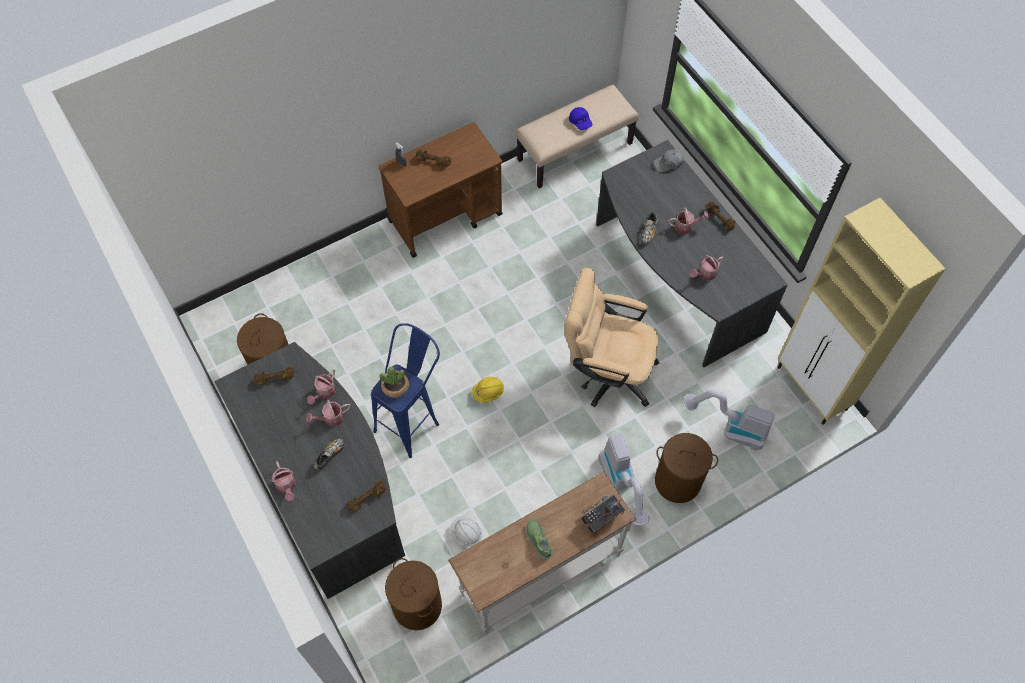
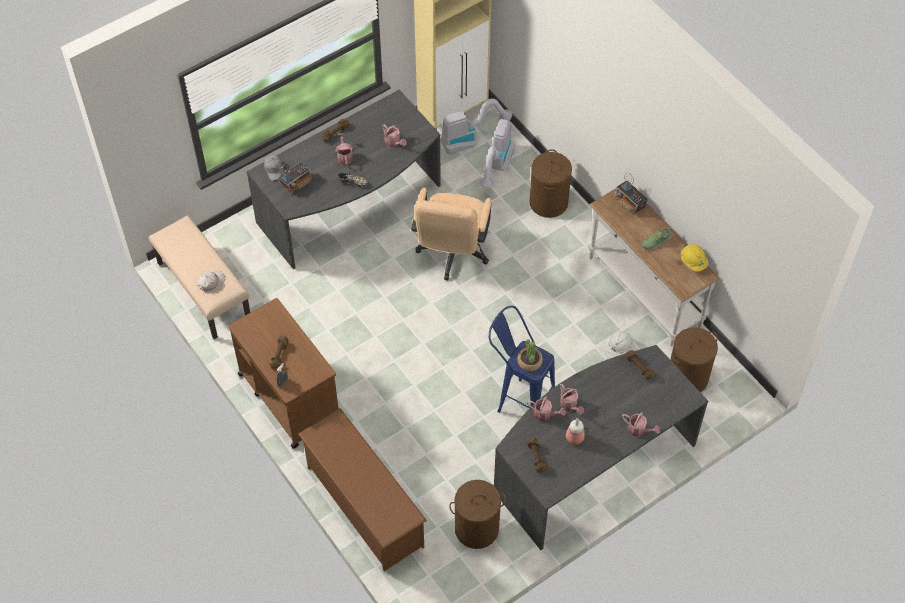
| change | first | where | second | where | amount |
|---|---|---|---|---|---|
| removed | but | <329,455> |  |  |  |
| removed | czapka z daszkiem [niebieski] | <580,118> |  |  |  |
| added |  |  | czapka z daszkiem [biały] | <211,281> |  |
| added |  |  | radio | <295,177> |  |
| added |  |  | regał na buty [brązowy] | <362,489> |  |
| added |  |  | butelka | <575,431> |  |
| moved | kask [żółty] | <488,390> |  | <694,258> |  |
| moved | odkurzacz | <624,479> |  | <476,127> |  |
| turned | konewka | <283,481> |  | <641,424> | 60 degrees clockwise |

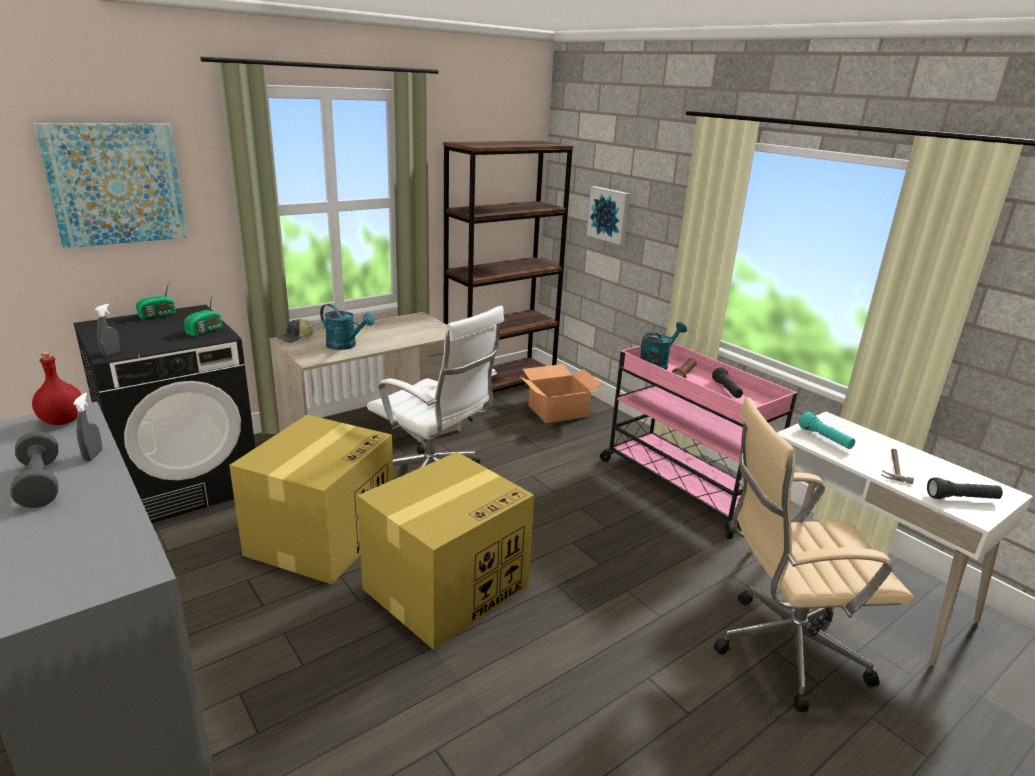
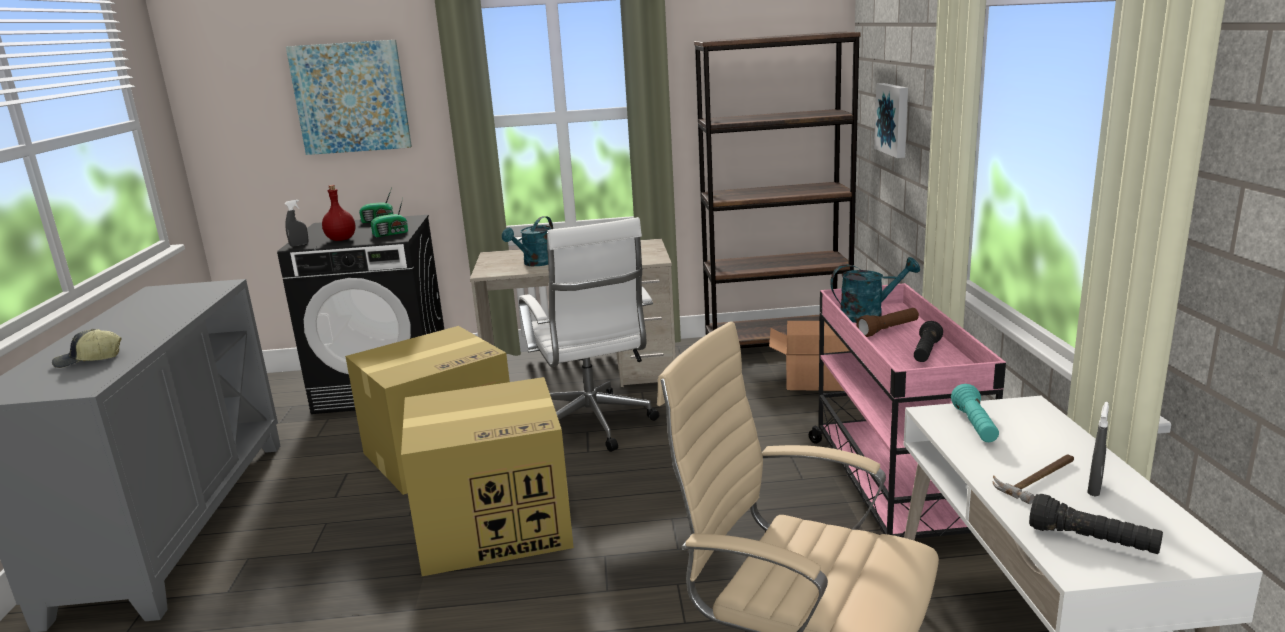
| change | first | where | second | where | amount |
|---|---|---|---|---|---|
| removed | hantel [szary] | <34,469> |  |  |  |
| moved | butelka [czerwony] | <57,388> |  | <339,213> |  |
| moved | spryskiwacz [szary] | <87,427> |  | <1098,449> |  |
| moved | czapka z daszkiem | <295,331> |  | <86,348> |  |
| turned | konewka [turkusowy] | <347,327> |  | <527,241> | 60 degrees clockwise |

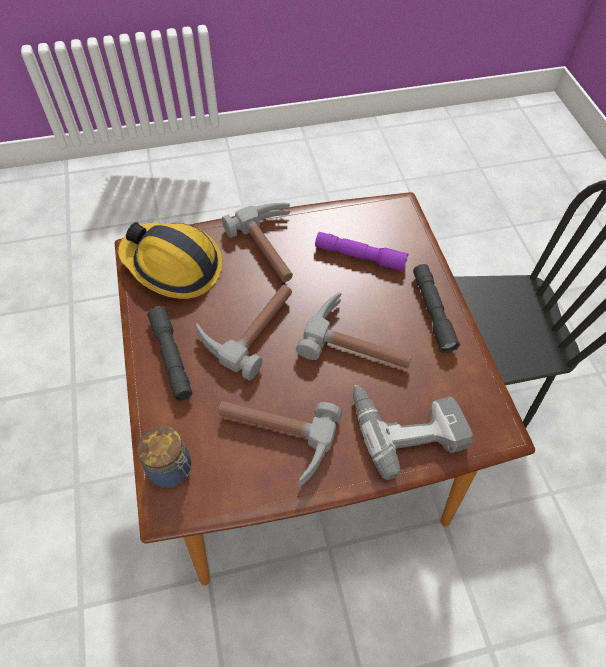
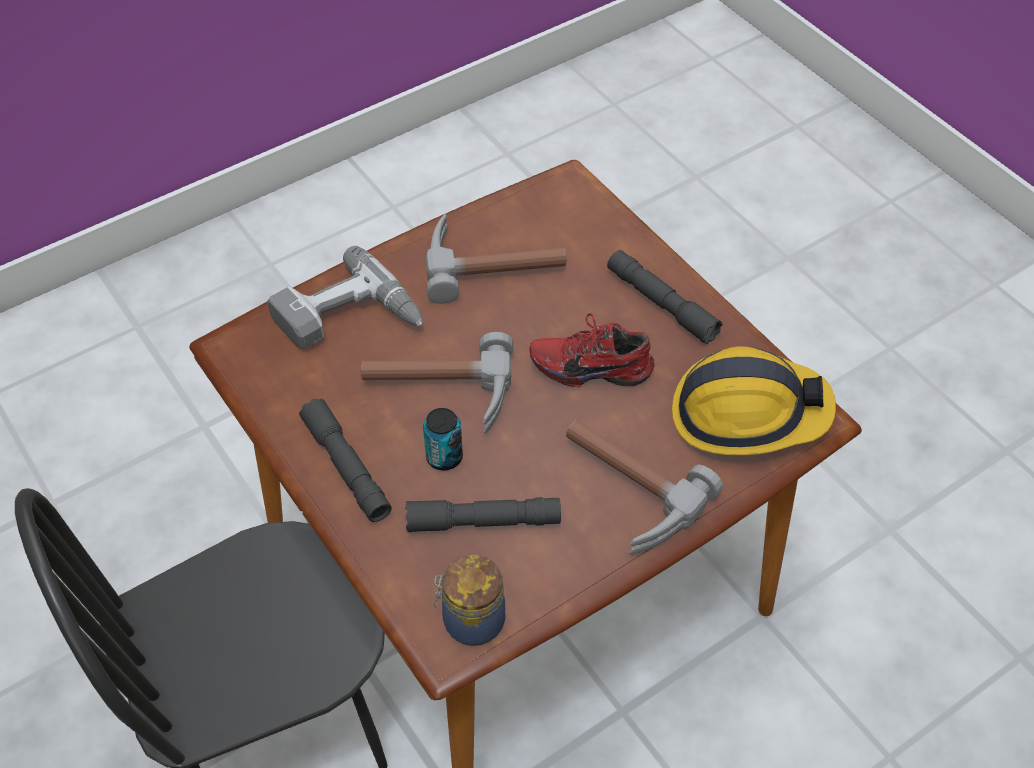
| change | first | where | second | where | amount |
|---|---|---|---|---|---|
| added |  |  | puszka | <443,439> |  |
| moved | słoik | <164,457> |  | <469,600> |  |
| replaced | młotek | <243,332> | but [czerwony] | <592,350> |  |
| recoloured | latarka [fioletowy] | <362,251> | latarka [szary] | <483,514> |  |

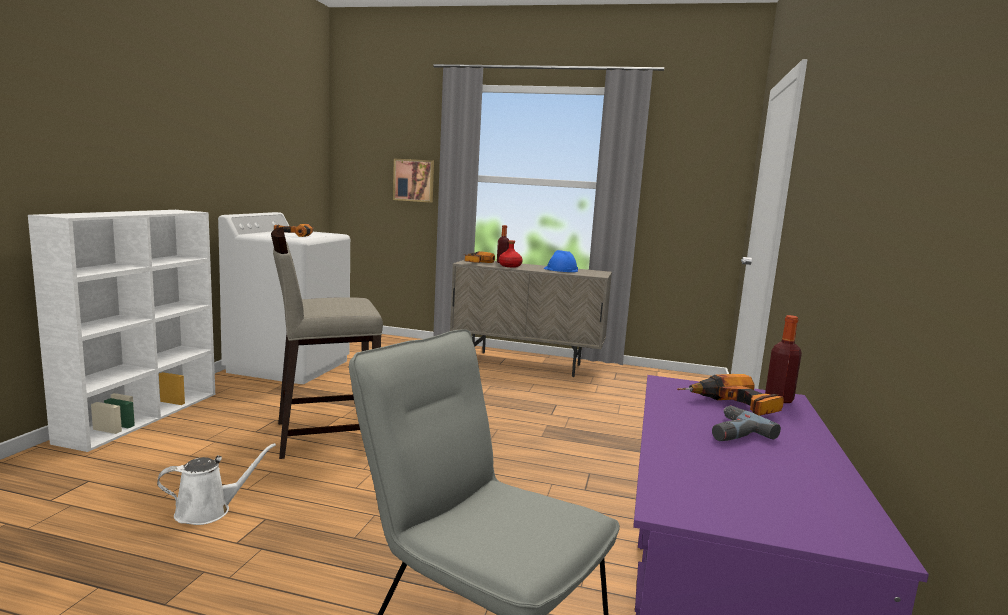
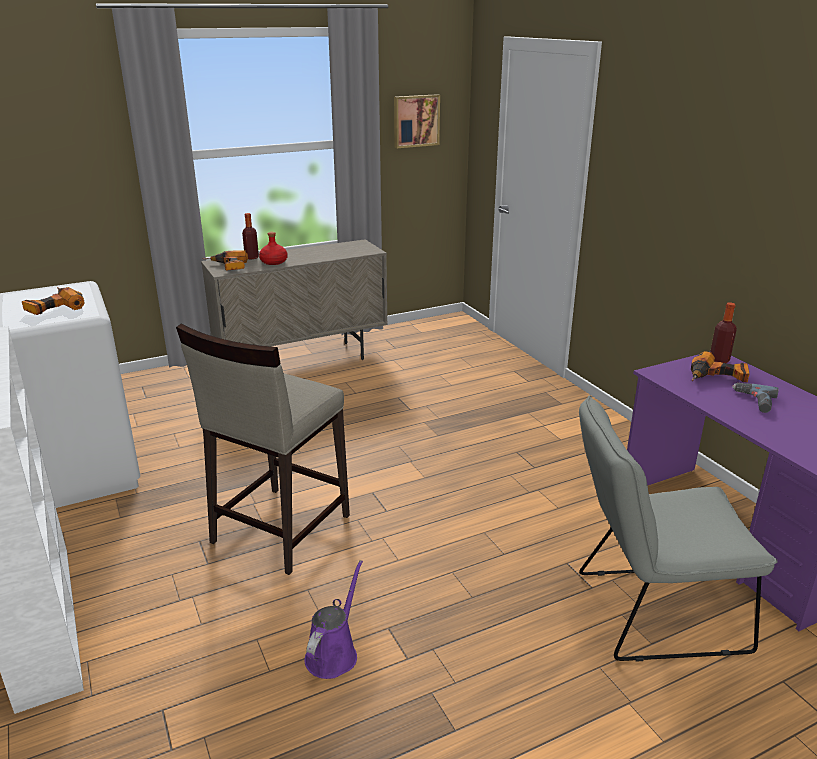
| change | first | where | second | where | amount |
|---|---|---|---|---|---|
| removed | kask [niebieski] | <561,261> |  |  |  |
| moved | obraz | <413,181> |  | <417,121> |  |
| recoloured | konewka [biały] | <216,484> | konewka [fioletowy] | <333,619> |  |

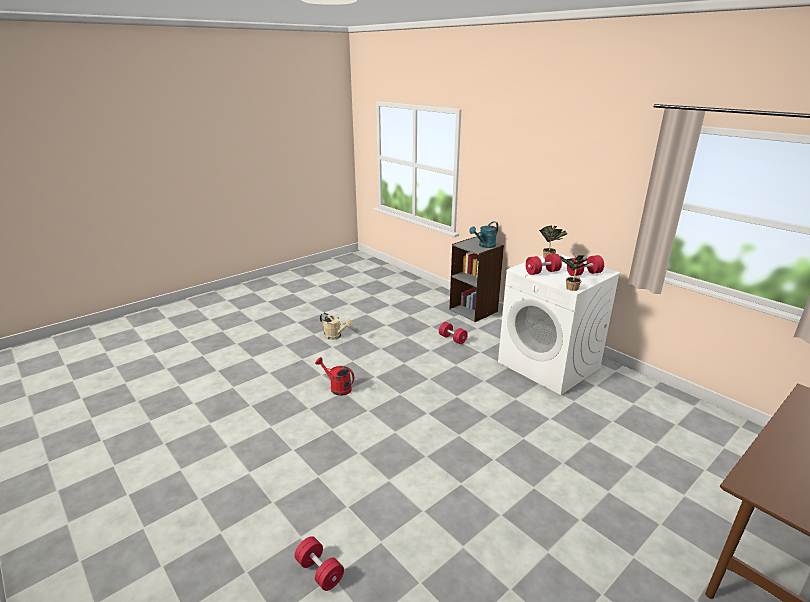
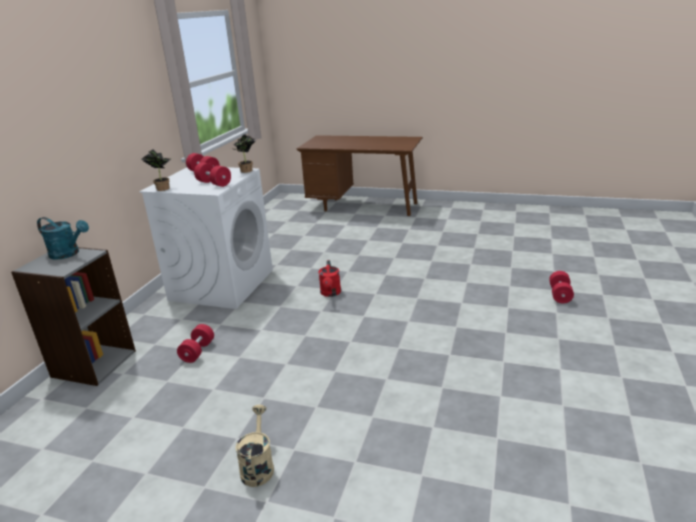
| change | first | where | second | where | amount |
|---|---|---|---|---|---|
| moved | konewka [czerwony] | <334,376> |  | <330,278> |  |

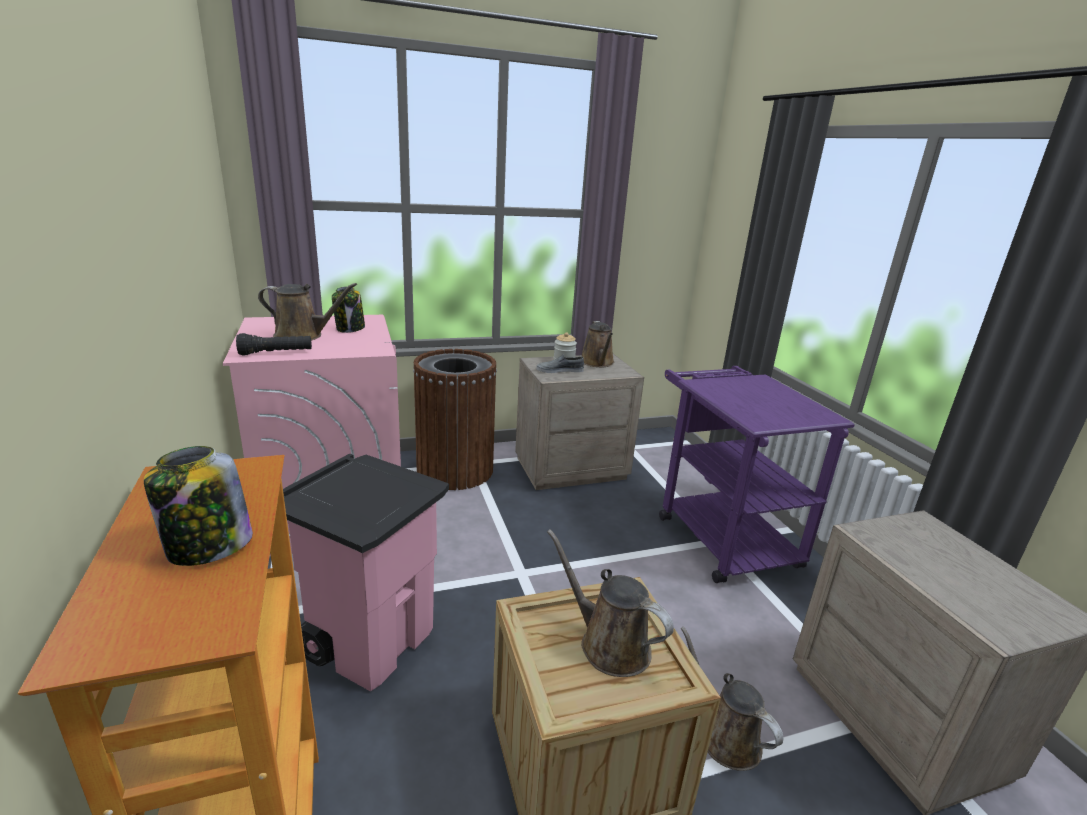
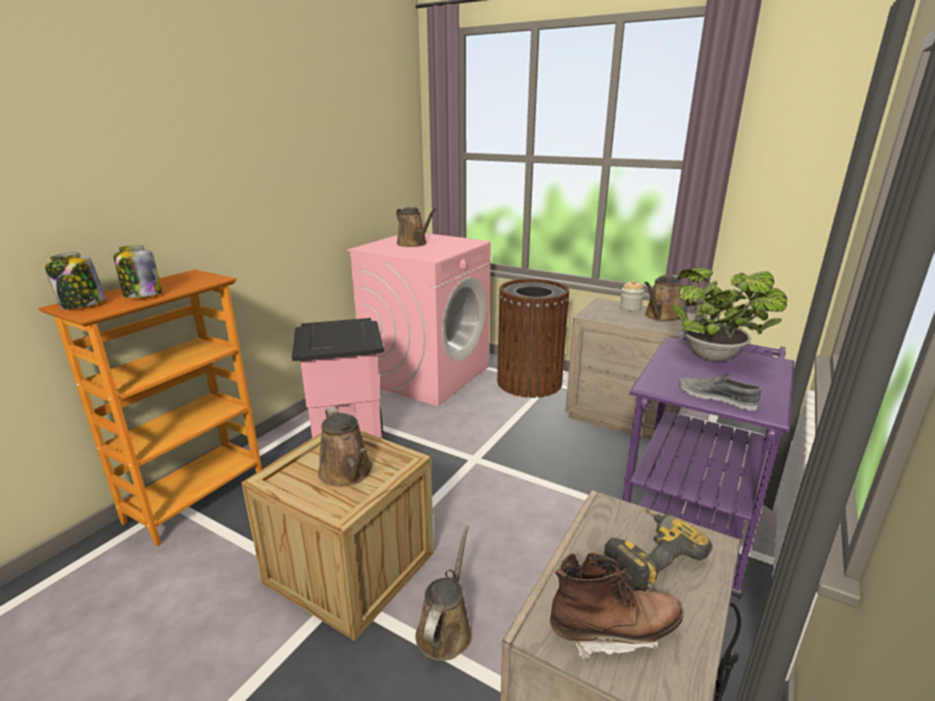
| change | first | where | second | where | amount |
|---|---|---|---|---|---|
| removed | latarka [czarny] | <274,344> |  |  |  |
| added |  |  | but z cholewką [brązowy] | <617,606> |  |
| added |  |  | wiertarka | <658,550> |  |
| added |  |  | roślina doniczkowa | <729,314> |  |
| moved | słoik | <348,309> |  | <75,280> |  |
| moved | but [szary] | <560,363> |  | <720,392> |  |
| turned | konewka [brązowy] | <610,603> |  | <345,447> | 150 degrees clockwise |

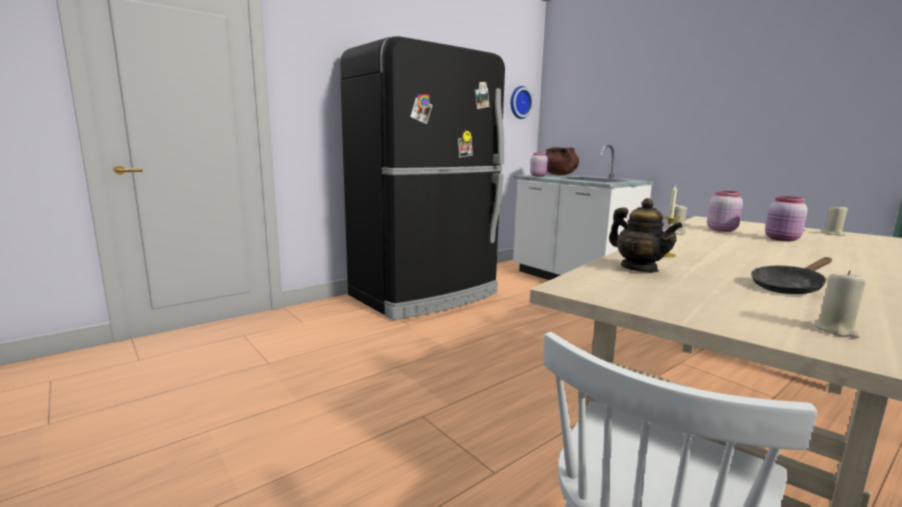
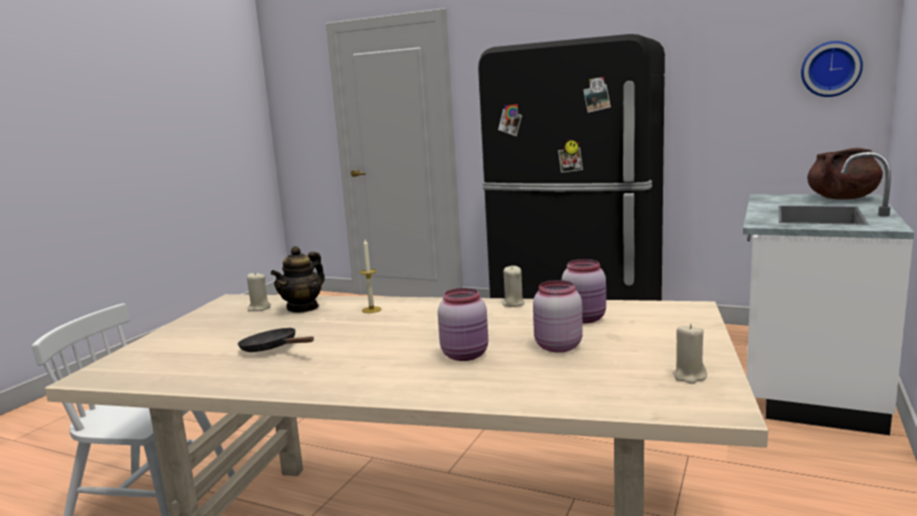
| change | first | where | second | where | amount |
|---|---|---|---|---|---|
| moved | słoik [różowy] | <539,164> |  | <463,324> |  |
| moved | świeca [beżowy] | <840,304> |  | <259,292> |  |

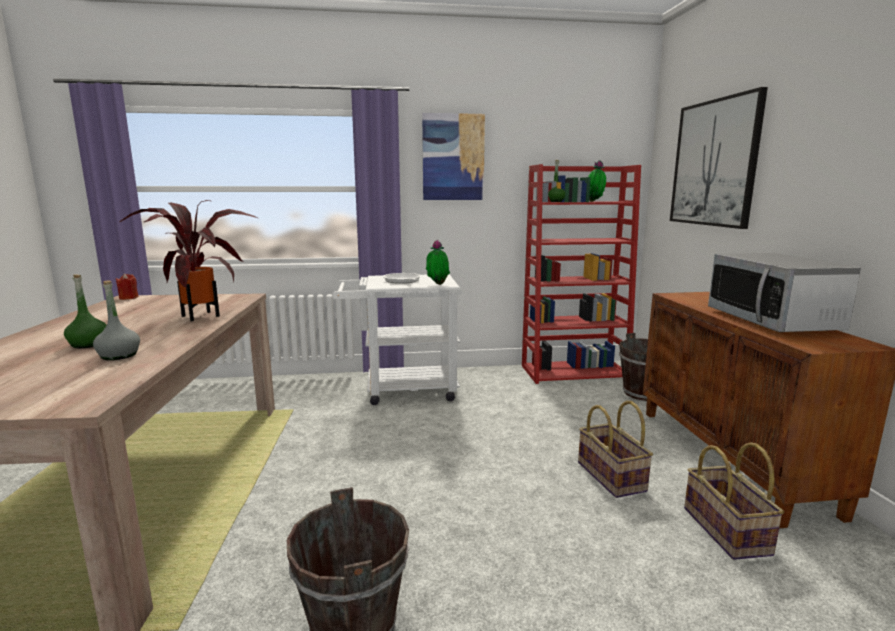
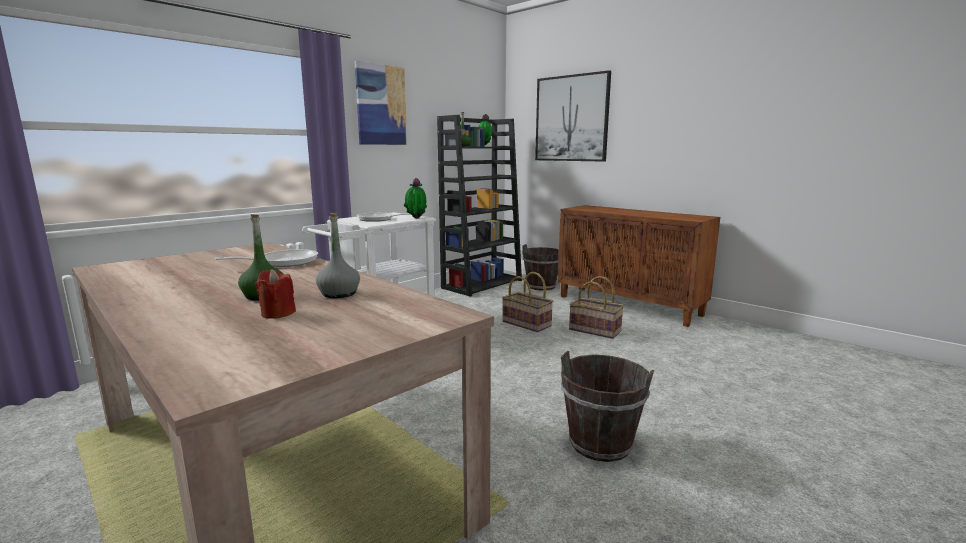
| change | first | where | second | where | amount |
|---|---|---|---|---|---|
| removed | mikrofalówka | <784,292> |  |  |  |
| moved | świeca [czerwony] | <127,287> |  | <275,294> |  |
| moved | koszyk | <734,501> |  | <527,302> |  |
| replaced | roślina doniczkowa | <189,260> | patelnia | <266,258> |  |
| recoloured | regał [czerwony] | <581,274> | regał [czarny] | <479,206> |  |

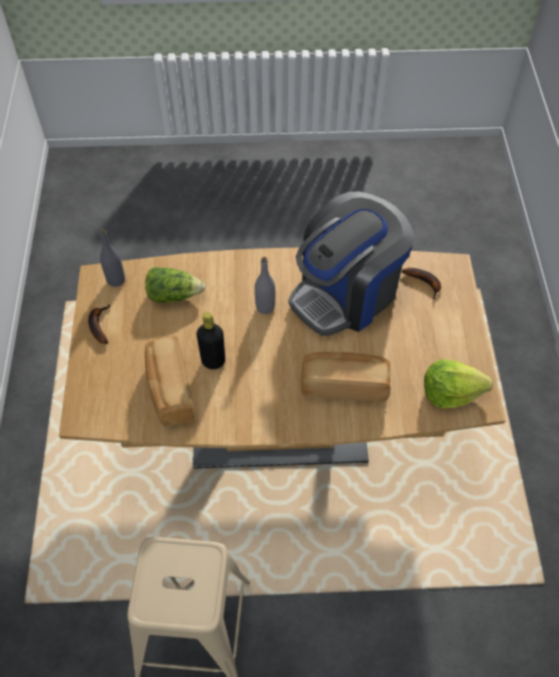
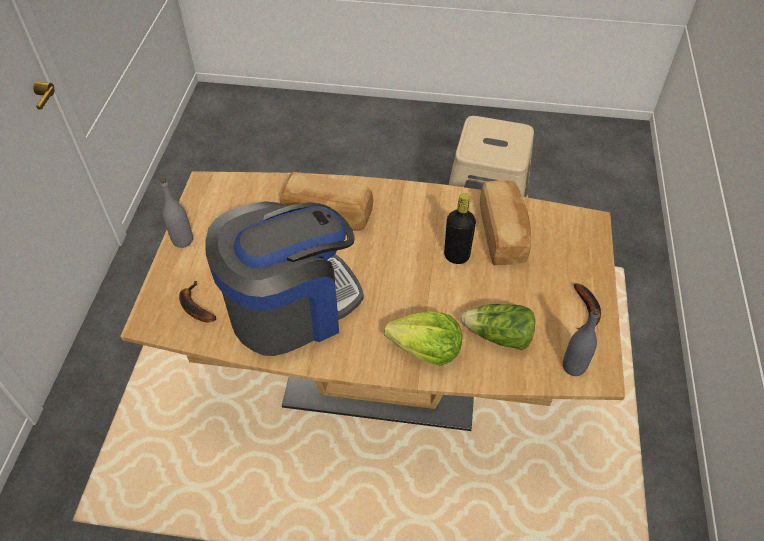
| change | first | where | second | where | amount |
|---|---|---|---|---|---|
| moved | butelka [szary] | <265,285> |  | <176,213> |  |
| moved | sałata | <458,383> |  | <423,338> |  |

